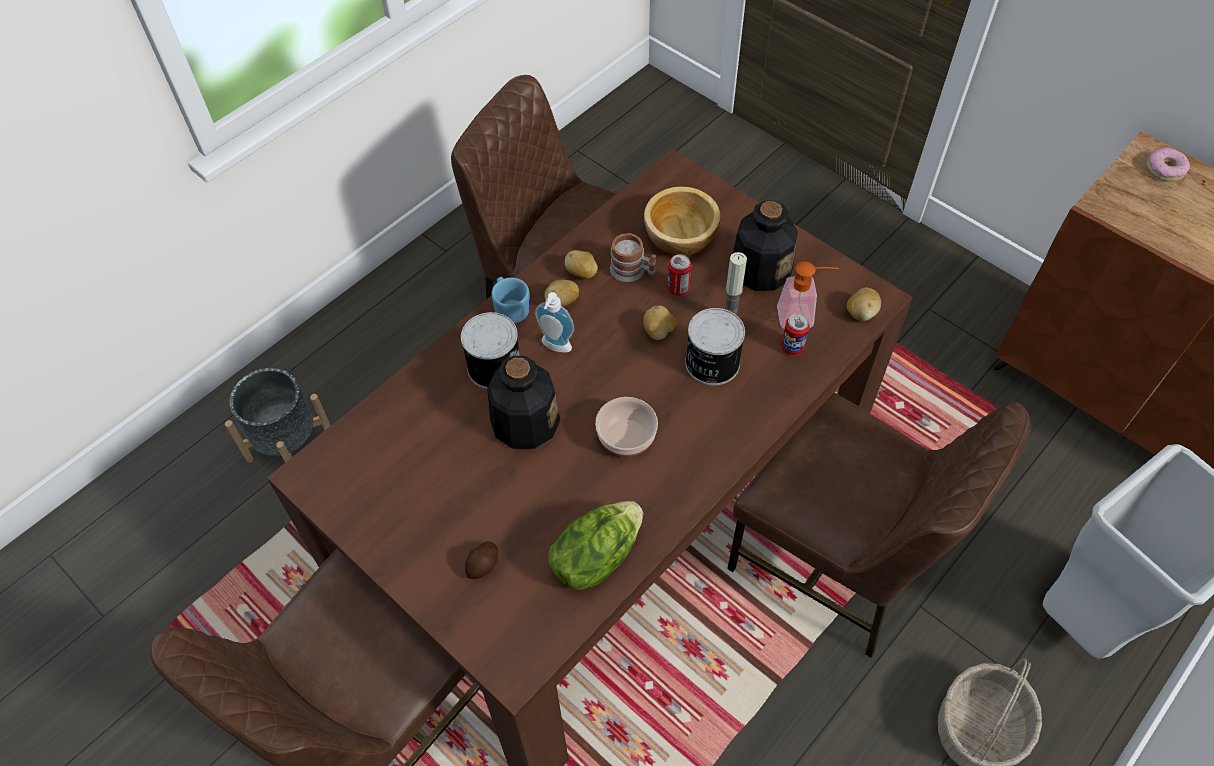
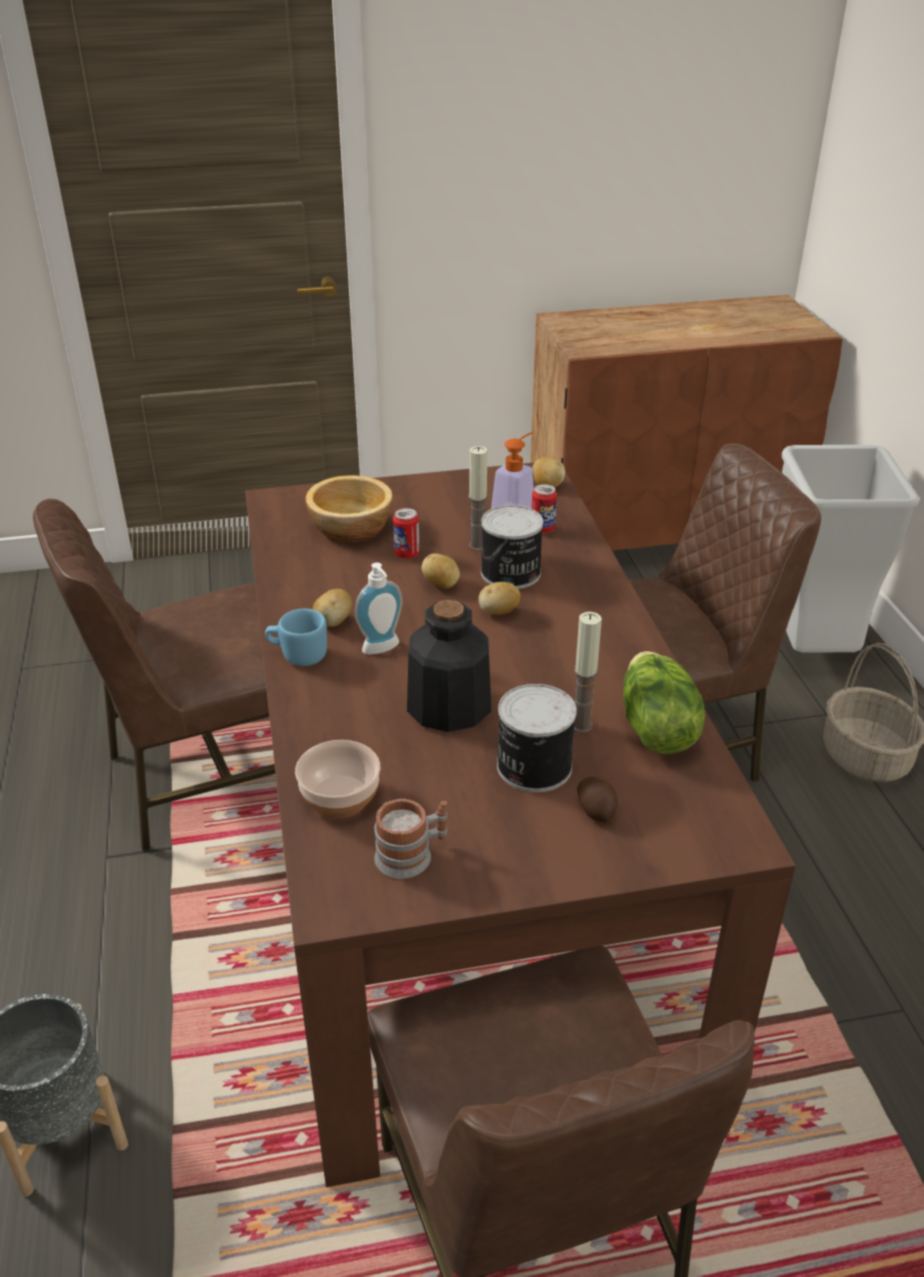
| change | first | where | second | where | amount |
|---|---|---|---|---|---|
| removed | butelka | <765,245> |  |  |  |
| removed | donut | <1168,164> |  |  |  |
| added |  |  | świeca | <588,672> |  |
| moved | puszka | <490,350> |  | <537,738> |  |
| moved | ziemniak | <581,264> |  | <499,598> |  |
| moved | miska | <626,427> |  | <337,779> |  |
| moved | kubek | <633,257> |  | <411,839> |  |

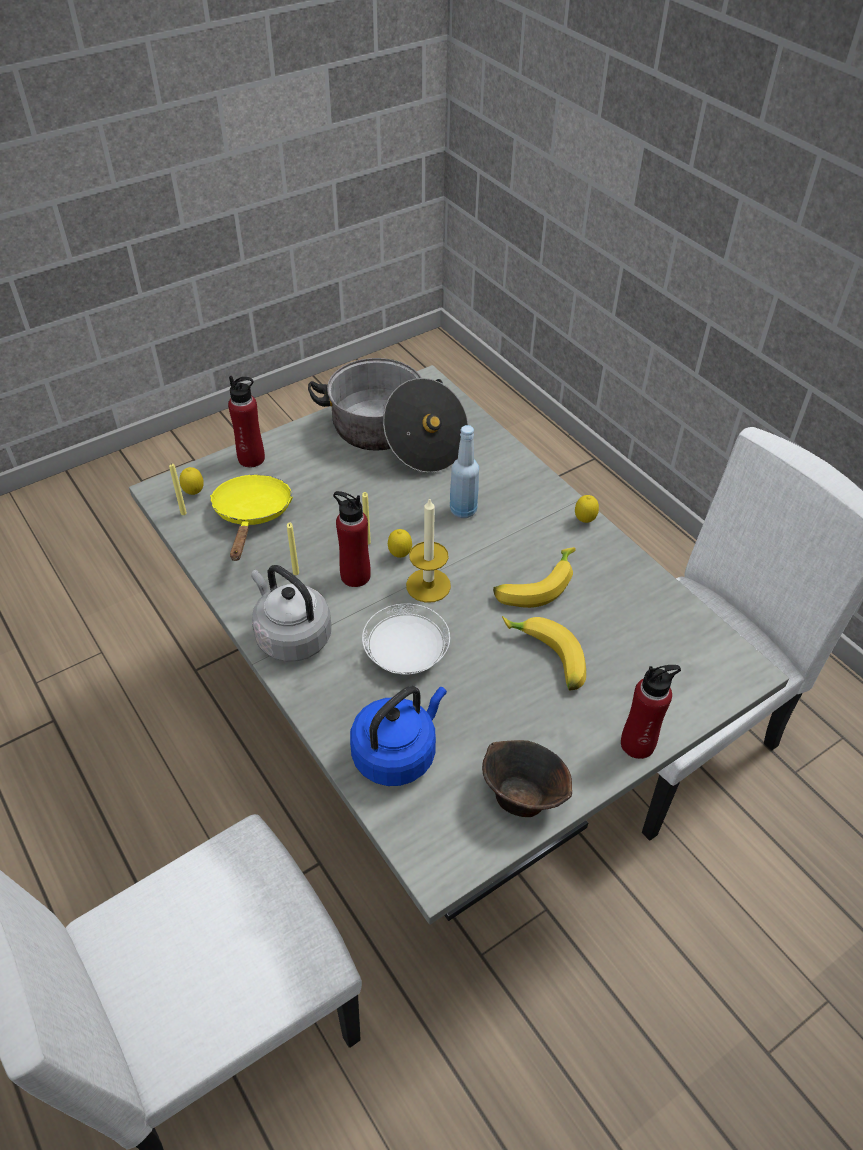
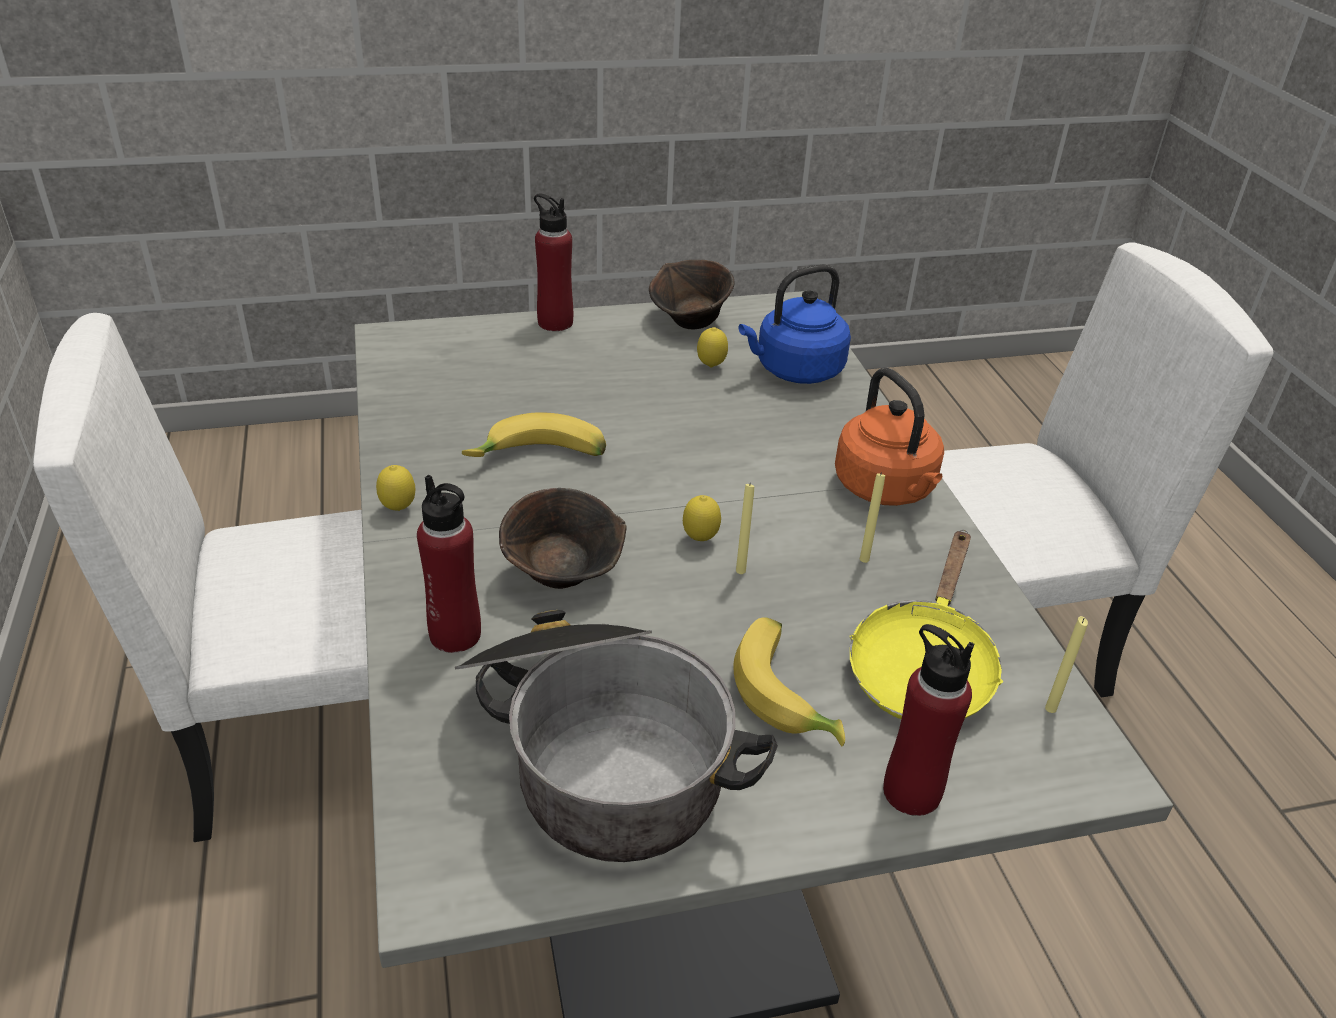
| change | first | where | second | where | amount |
|---|---|---|---|---|---|
| removed | talerz [biały] | <406,639> |  |  |  |
| removed | świeca | <428,550> |  |  |  |
| moved | cytryna | <191,481> |  | <712,347> |  |
| moved | butelka [czerwony] | <352,539> |  | <449,564> |  |
| moved | banan | <544,653> |  | <789,681> |  |
| replaced | butelka [niebieski] | <464,471> | miska [brązowy] | <562,538> |  |
| recoloured | czajnik [szary] | <291,613> | czajnik [pomarańczowy] | <889,437> |  |

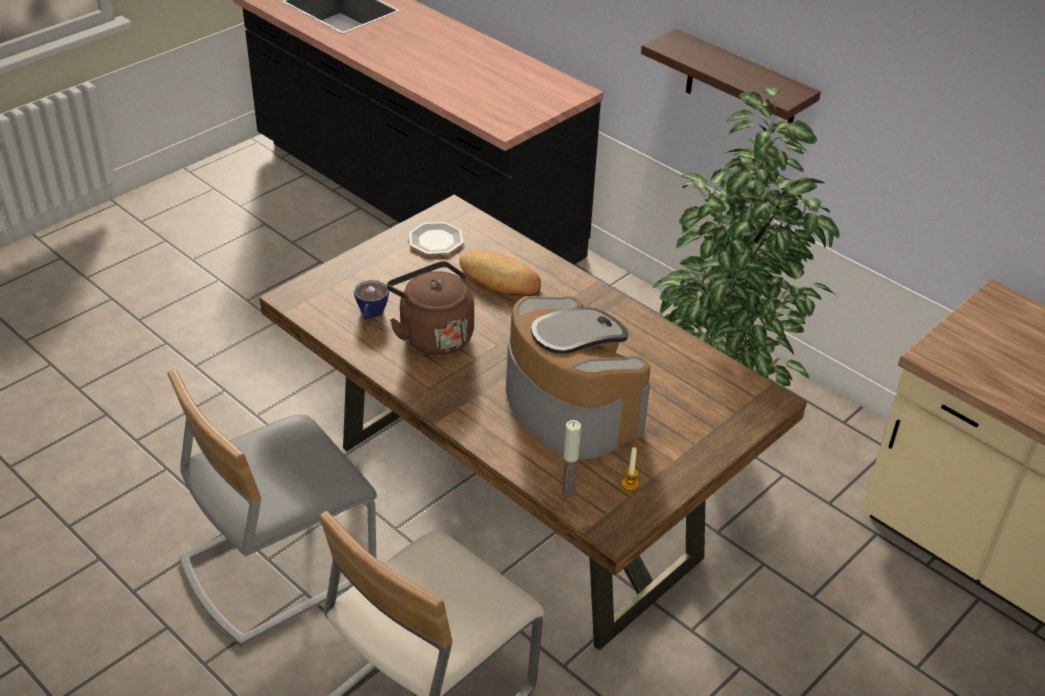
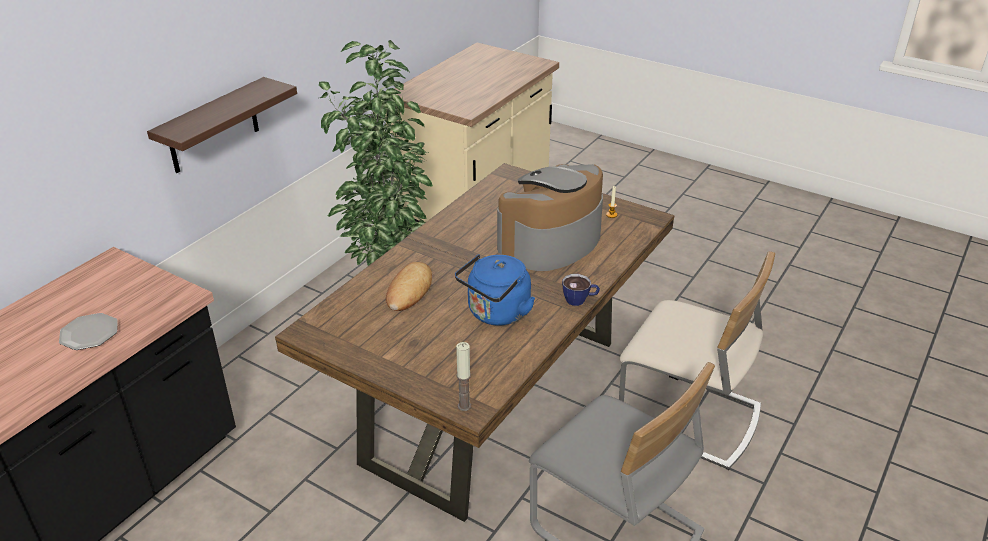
| change | first | where | second | where | amount |
|---|---|---|---|---|---|
| moved | filiżanka | <371,300> |  | <581,290> |  |
| moved | talerz | <436,238> |  | <88,331> |  |
| moved | świeca | <571,459> |  | <463,376> |  |
| recoloured | czajnik [brązowy] | <430,308> | czajnik [niebieski] | <495,290> |  |

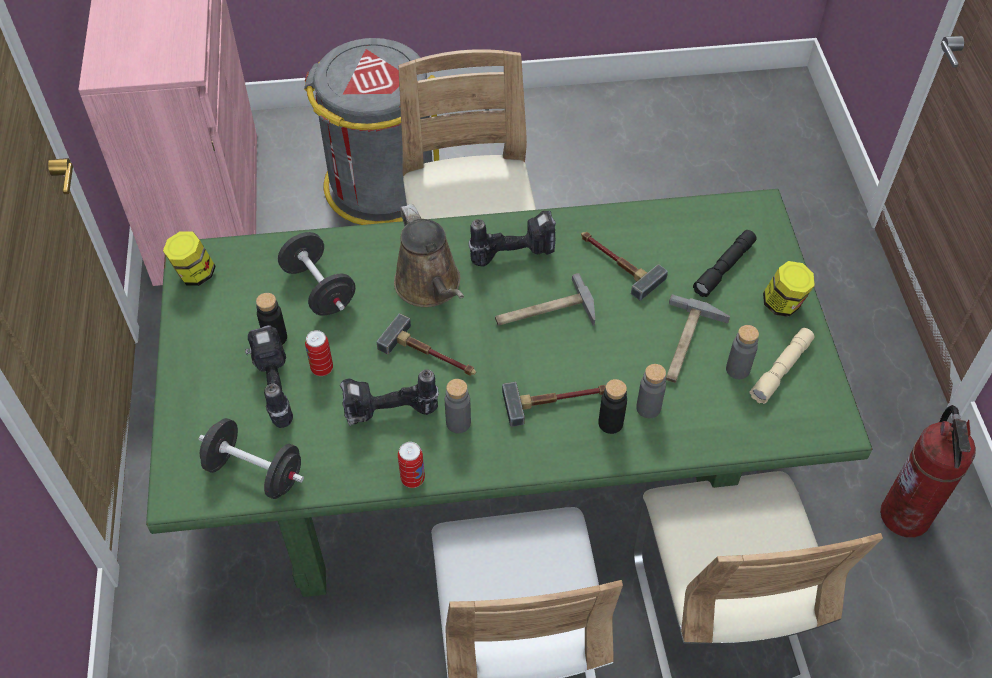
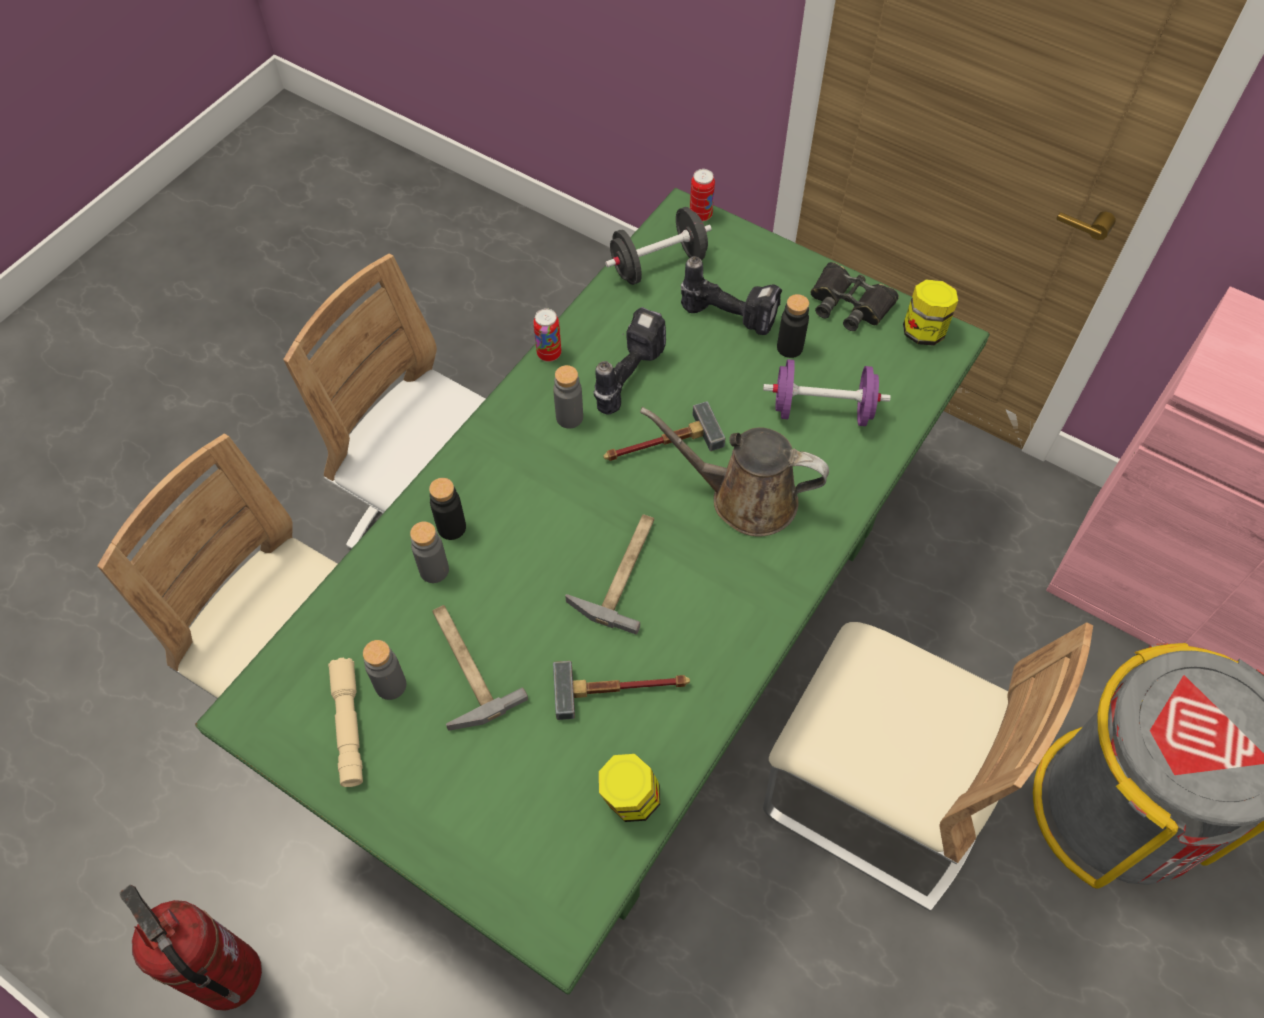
| change | first | where | second | where | amount |
|---|---|---|---|---|---|
| removed | wiertarka | <512,239> |  |  |  |
| removed | młotek | <554,404> |  |  |  |
| removed | latarka [czarny] | <725,263> |  |  |  |
| added |  |  | lornetka [czarny] | <854,296> |  |
| moved | puszka | <319,353> |  | <702,195> |  |
| moved | słoik | <789,289> |  | <629,788> |  |
| recoloured | hantel [czarny] | <317,274> | hantel [fioletowy] | <827,392> |  |

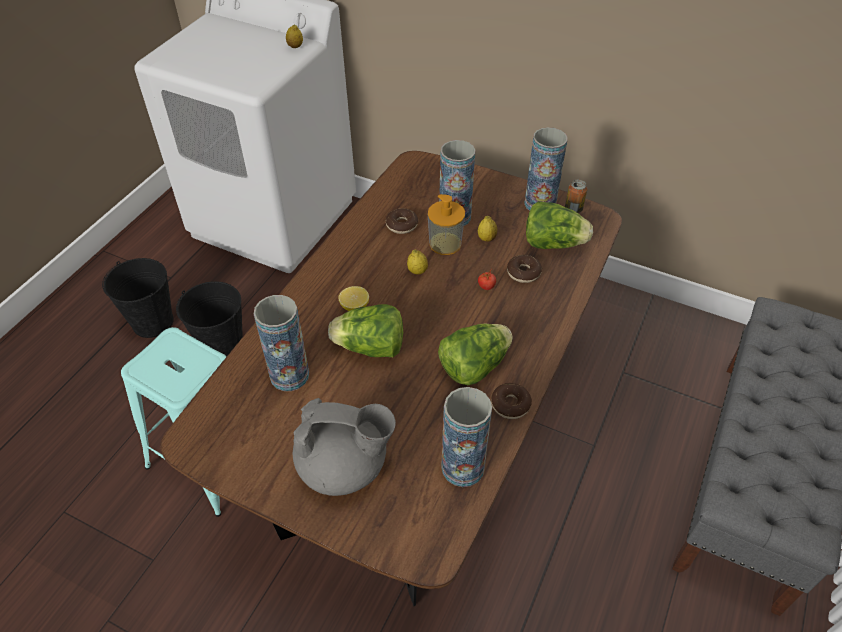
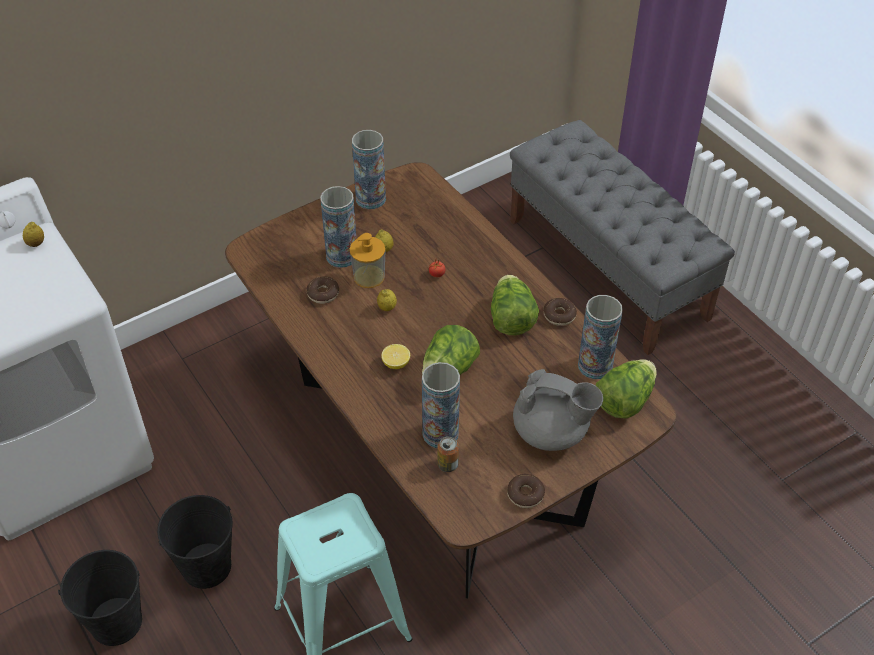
| change | first | where | second | where | amount |
|---|---|---|---|---|---|
| moved | donut | <524,269> |  | <526,491> |  |
| moved | sałata | <559,225> |  | <626,389> |  |
| moved | puszka | <576,196> |  | <448,454> |  |
| turned | imbryk [szary] | <344,447> |  | <558,410> | 75 degrees clockwise |

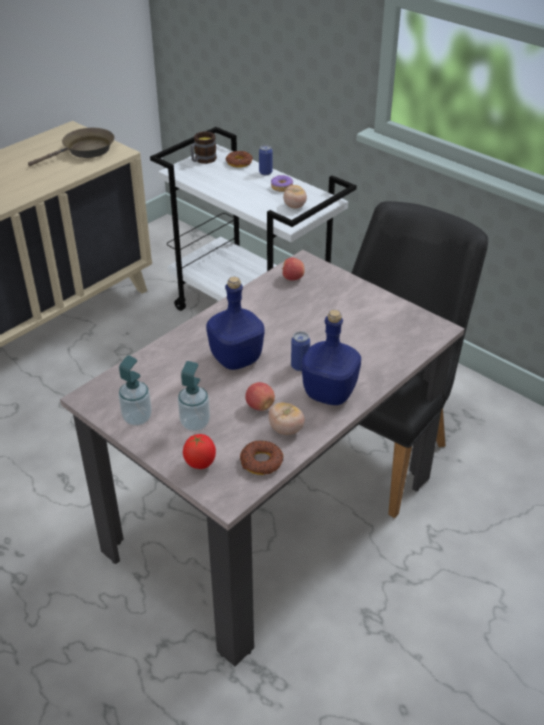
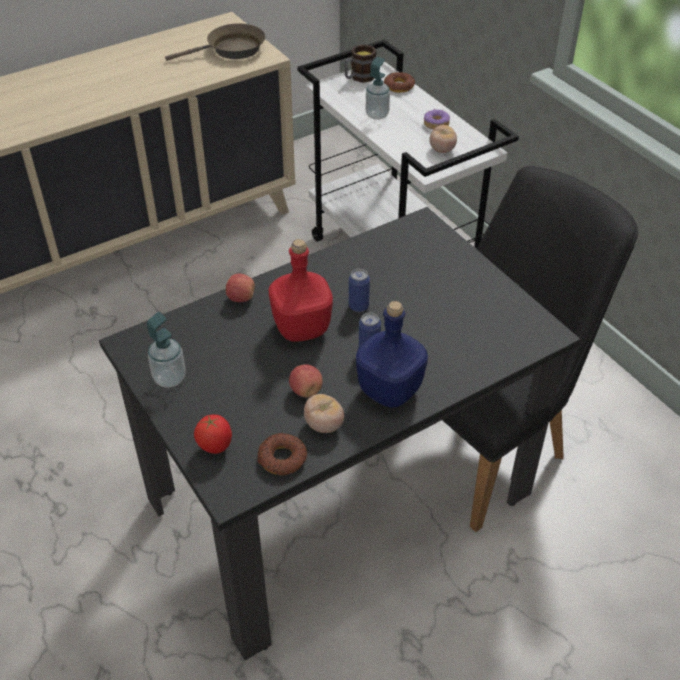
| change | first | where | second | where | amount |
|---|---|---|---|---|---|
| moved | dozownik mydła | <194,396> |  | <378,88> |  |
| moved | puszka | <265,160> |  | <359,290> |  |
| moved | jabłko | <293,269> |  | <240,288> |  |
| recoloured | stół jadalny [beżowy] | <262,458> | stół jadalny [czarny] | <340,433> |  |
| recoloured | butelka [niebieski] | <235,323> | butelka [czerwony] | <301,290> |  |

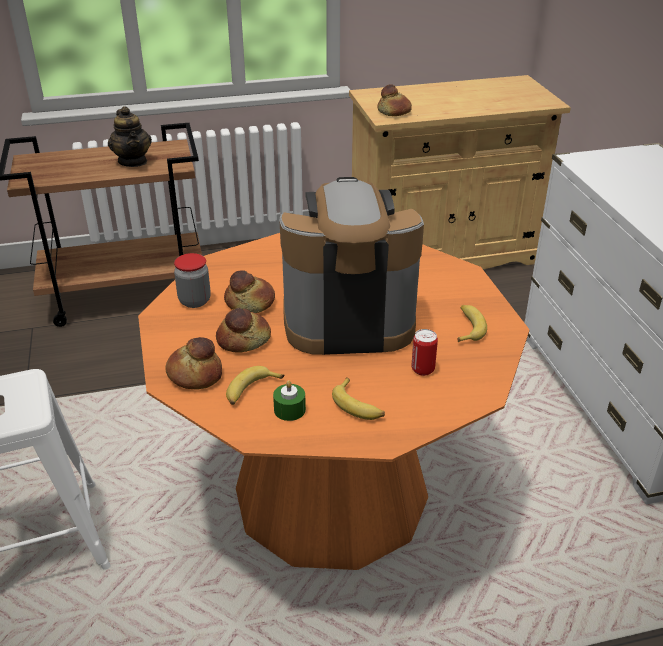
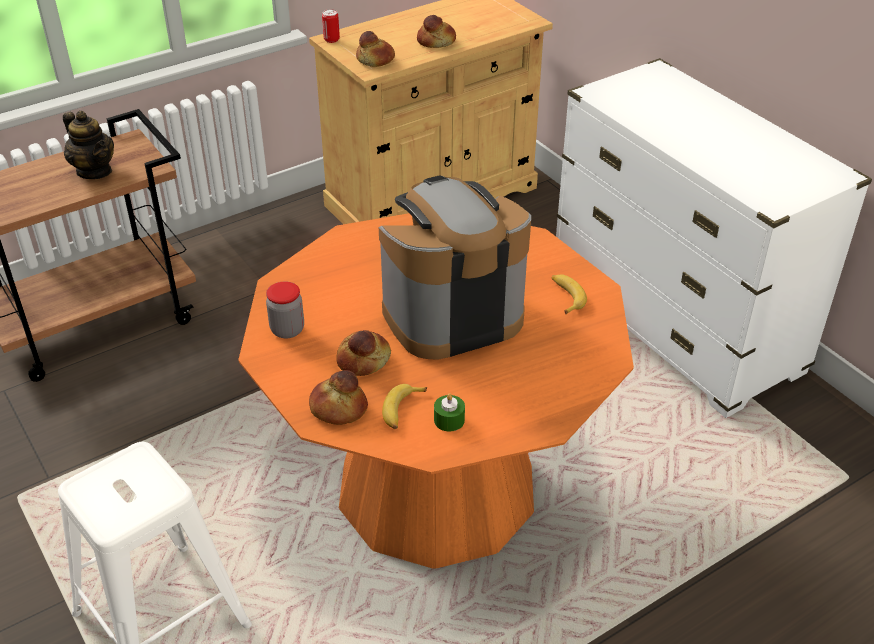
| change | first | where | second | where | amount |
|---|---|---|---|---|---|
| removed | banan | <358,398> |  |  |  |
| moved | chleb | <249,291> |  | <436,31> |  |
| moved | puszka | <425,352> |  | <331,26> |  |

